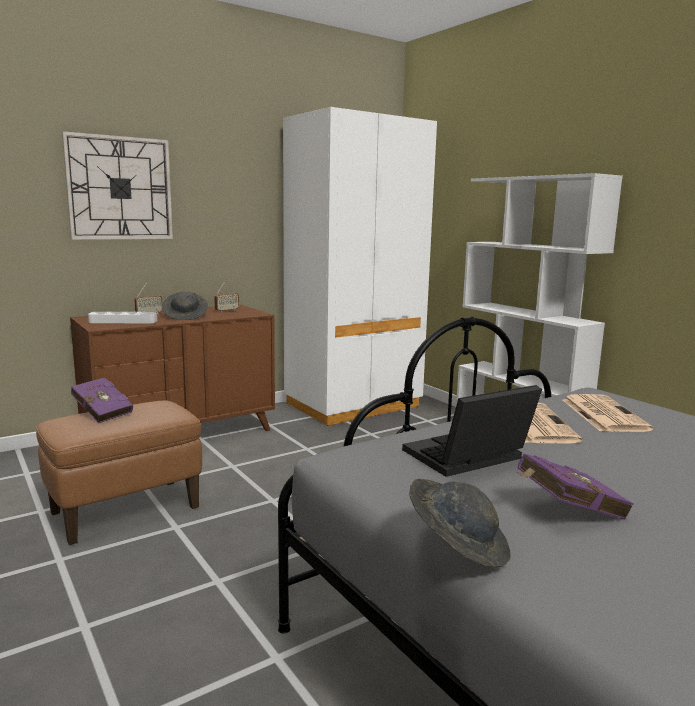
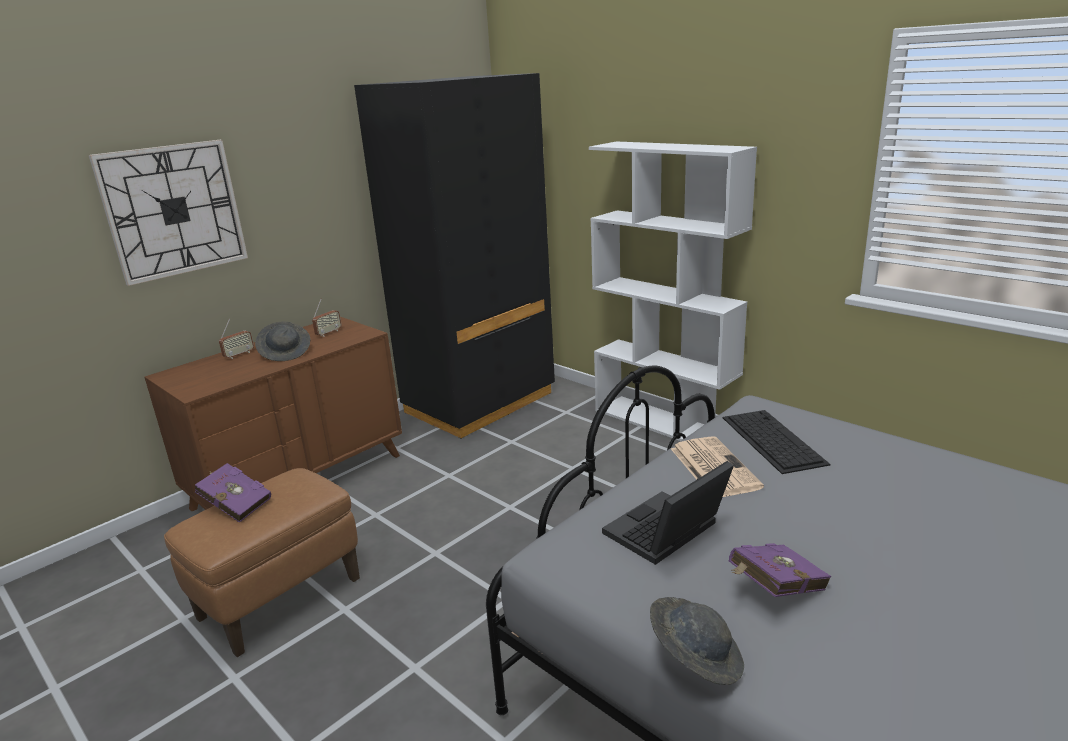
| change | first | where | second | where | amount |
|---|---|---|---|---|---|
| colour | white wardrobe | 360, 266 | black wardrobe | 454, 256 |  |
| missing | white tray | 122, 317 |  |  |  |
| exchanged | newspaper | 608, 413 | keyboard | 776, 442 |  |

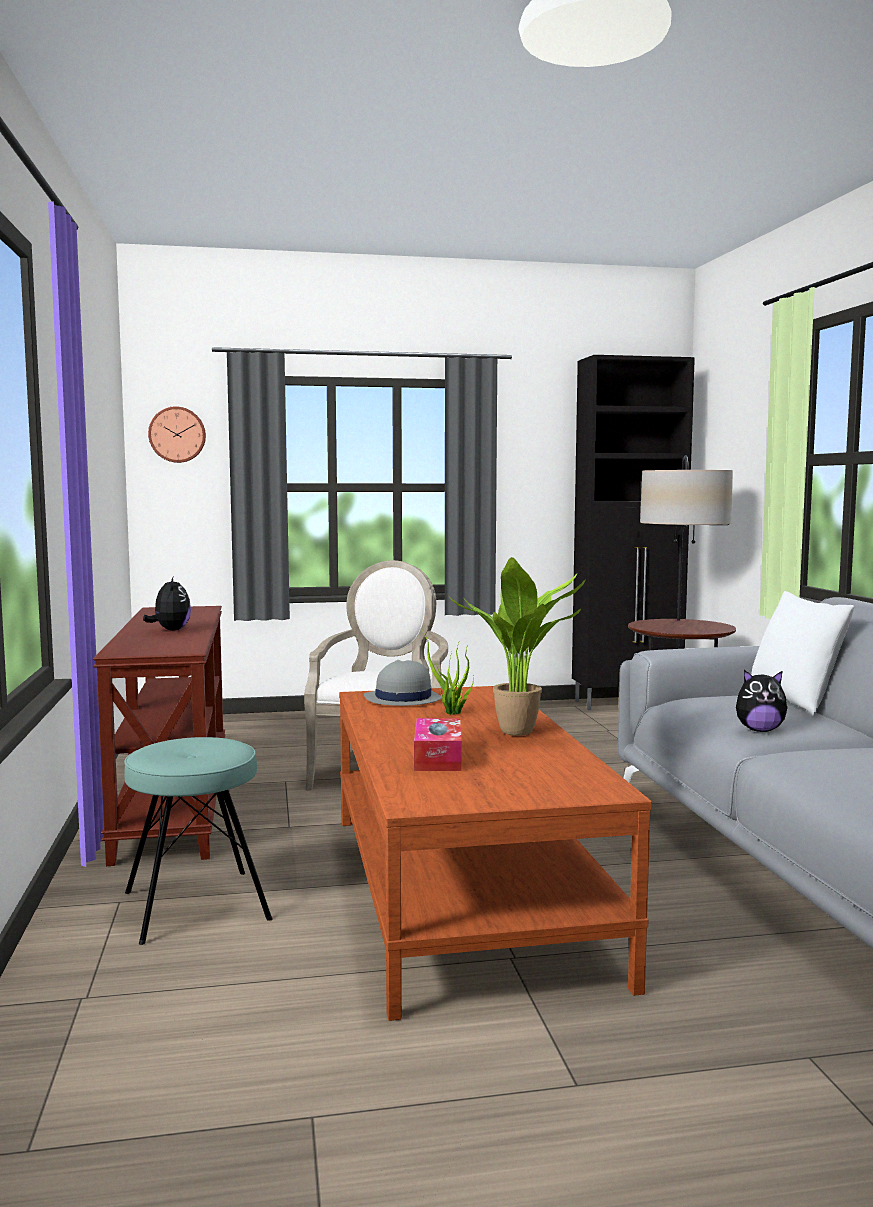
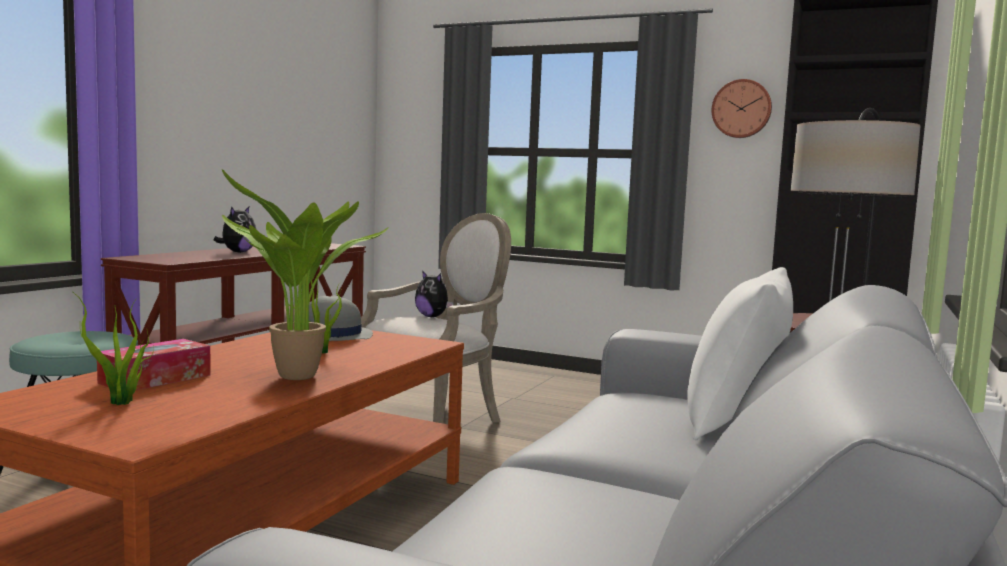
| change | first | where | second | where | amount |
|---|---|---|---|---|---|
| relocated | wall clock | 177, 434 |  | 742, 108 |  |
| relocated | plush toy | 762, 701 |  | 434, 293 |  |
| appeared |  |  | potted plant | 113, 348 |  |

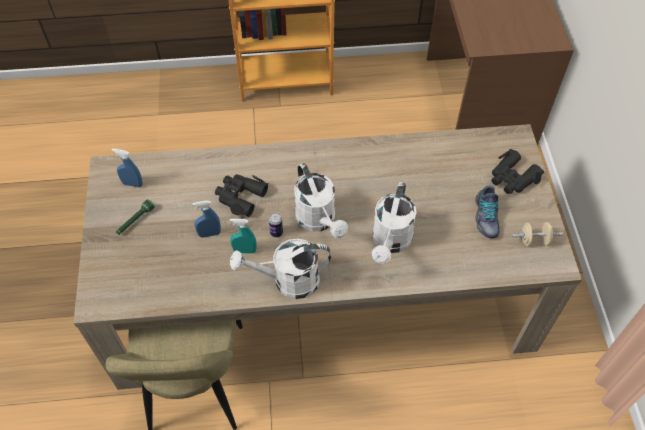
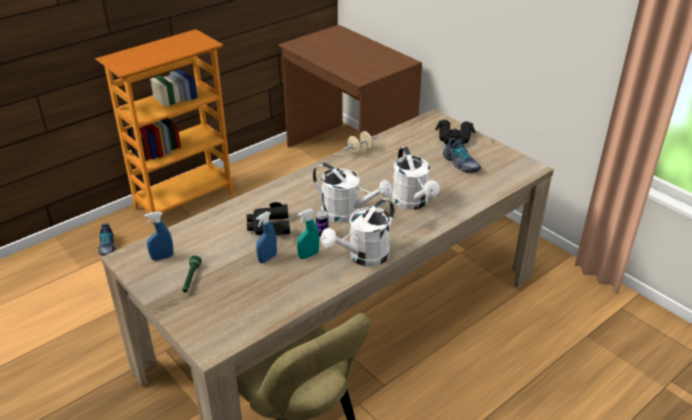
| change | first | where | second | where | amount |
|---|---|---|---|---|---|
| relocated | beige dumbbell | 537, 234 |  | 360, 142 |  |
| appeared |  |  | shoe | 107, 239 |  |

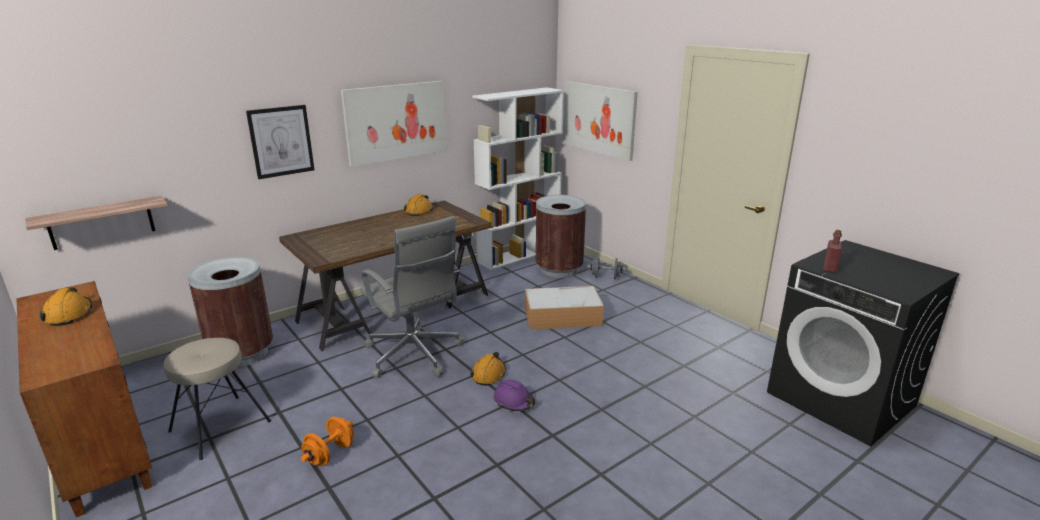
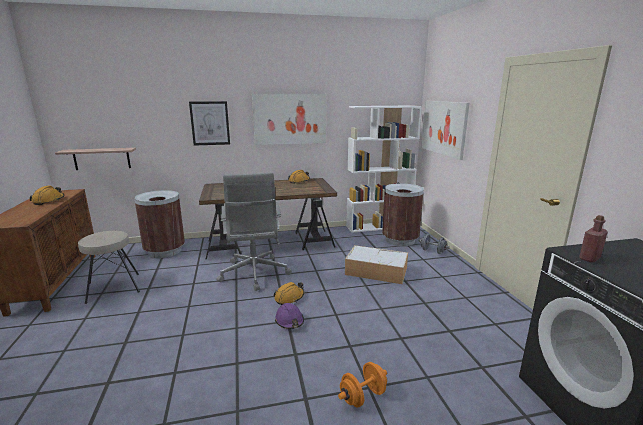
| change | first | where | second | where | amount |
|---|---|---|---|---|---|
| relocated | orange dumbbell | 327, 441 |  | 362, 385 |  |

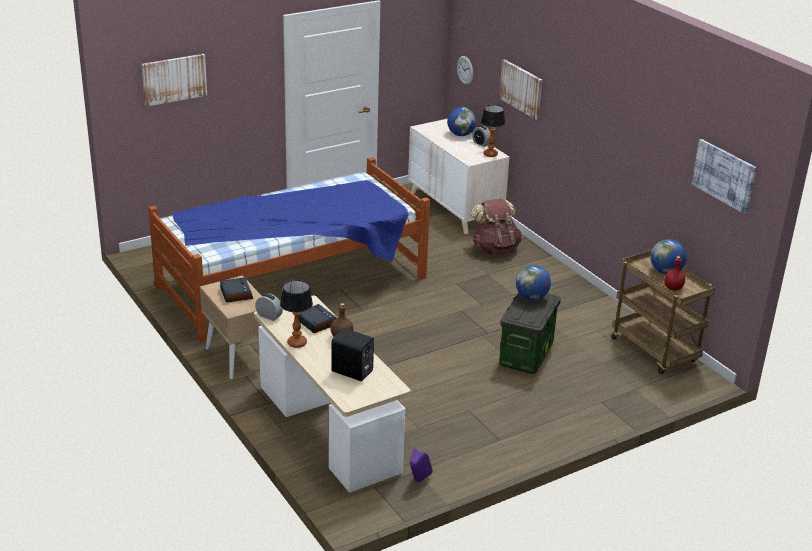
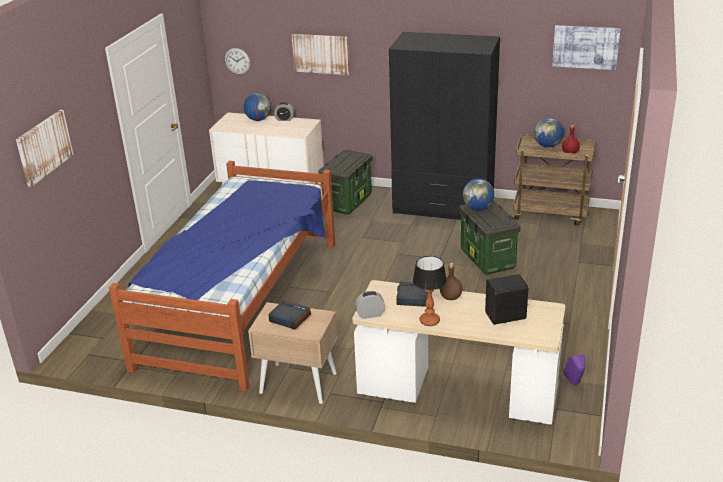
| change | first | where | second | where | amount |
|---|---|---|---|---|---|
| missing | table lamp | 493, 131 |  |  |  |
| exchanged | brown backpack | 496, 227 | storage box | 345, 182 |  |
| appeared |  |  | black wardrobe | 444, 126 |  |

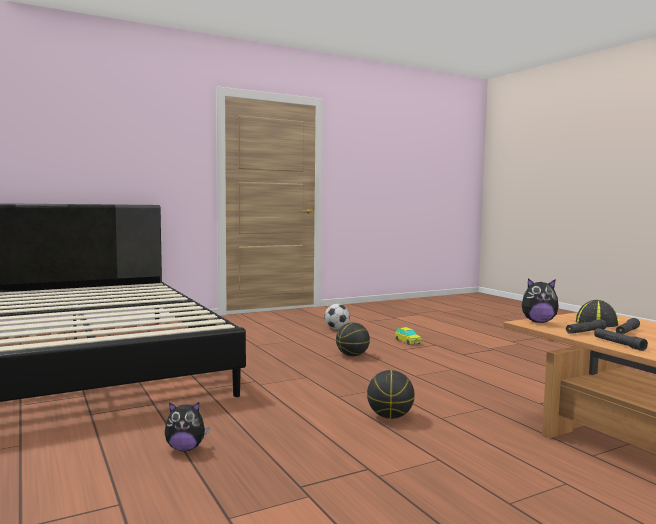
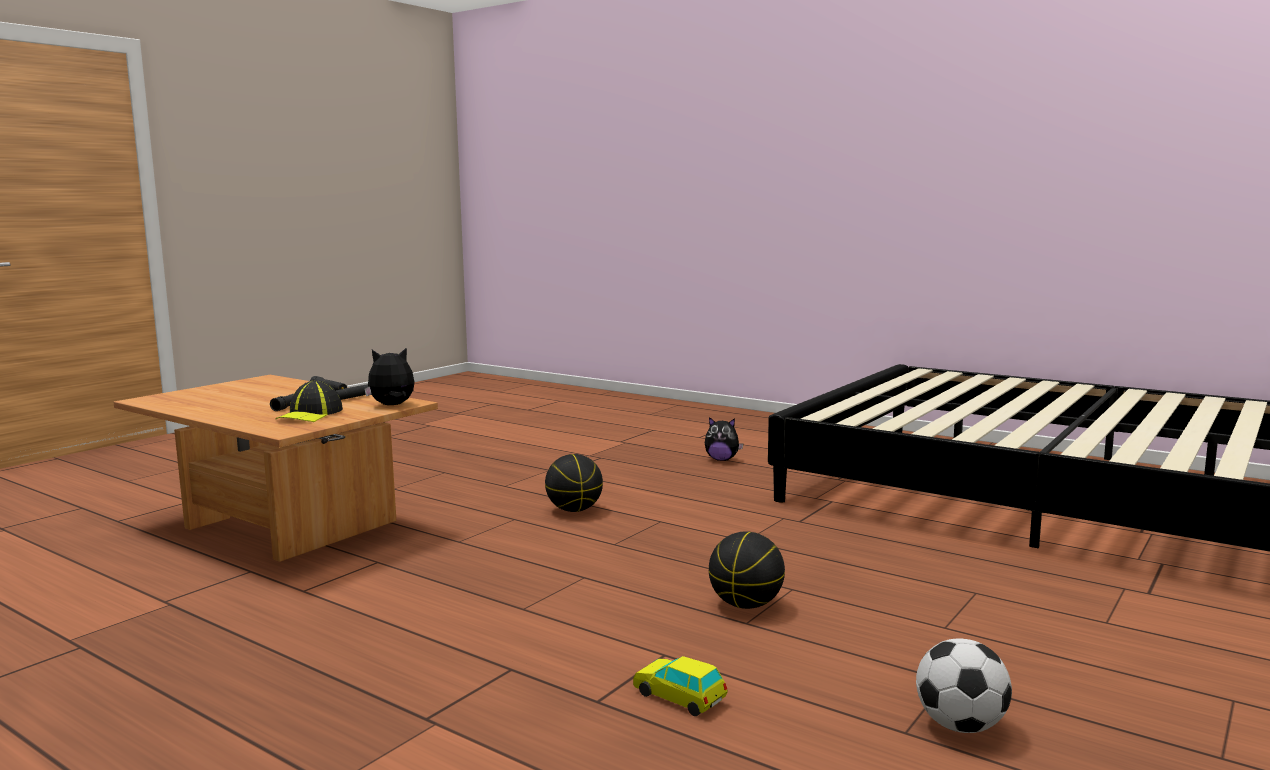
| change | first | where | second | where | amount |
|---|---|---|---|---|---|
| spun | plush toy | 187, 426 |  | 724, 439 | 135 degrees counterclockwise |

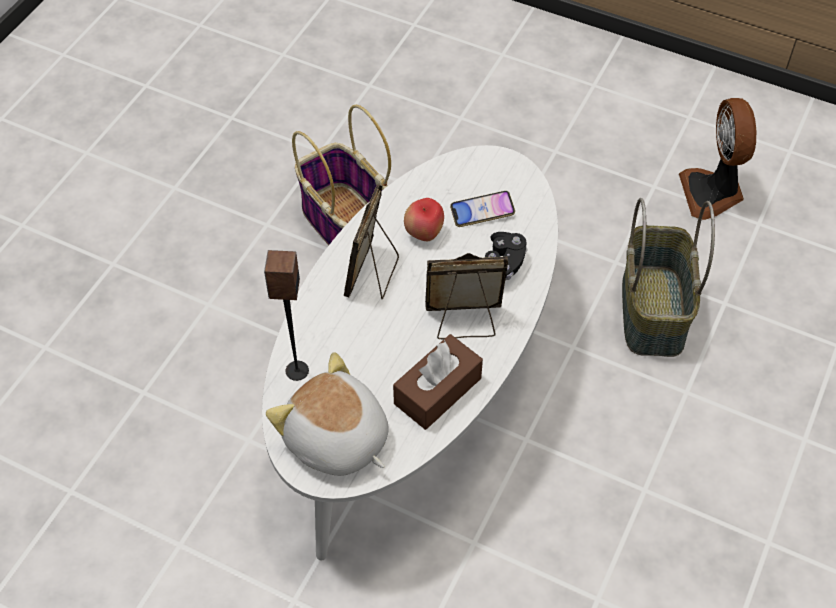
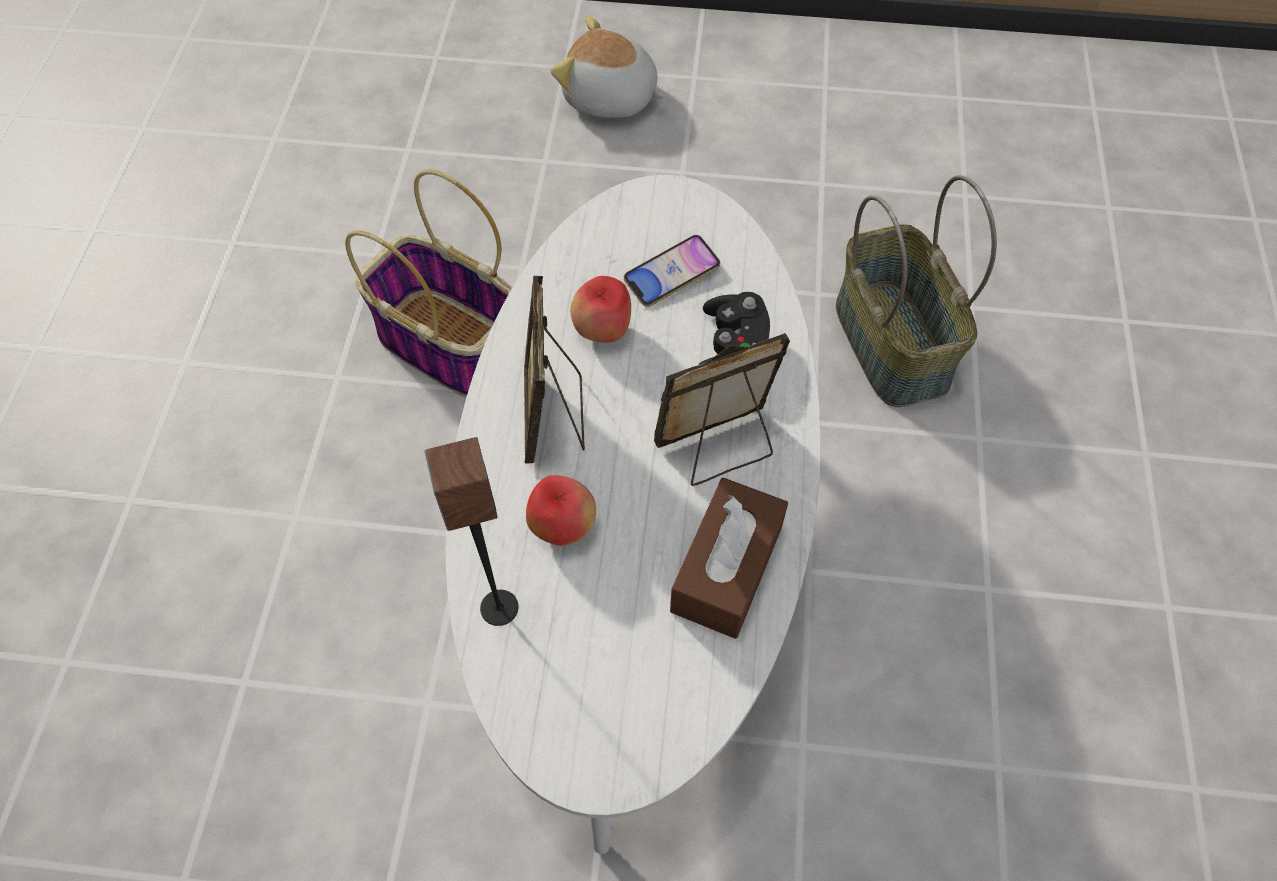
| change | first | where | second | where | amount |
|---|---|---|---|---|---|
| missing | fan | 717, 159 |  |  |  |
| relocated | plush toy | 327, 414 |  | 608, 67 |  |
| appeared |  |  | apple | 561, 510 |  |

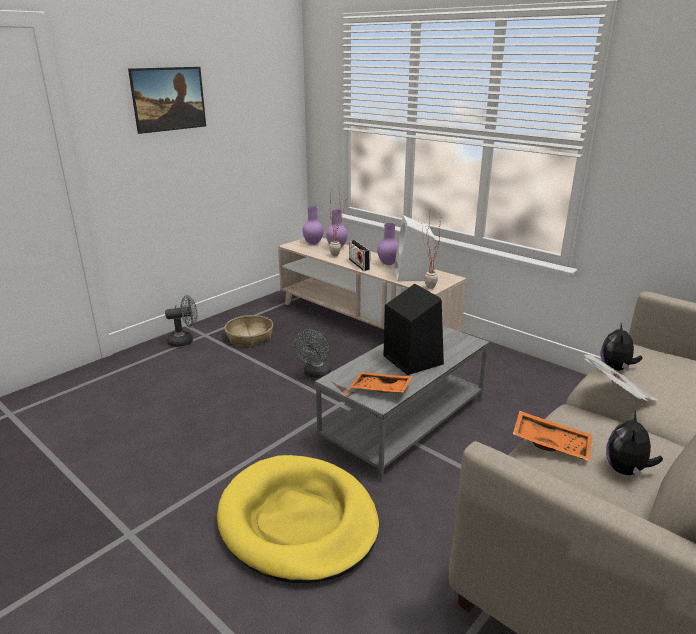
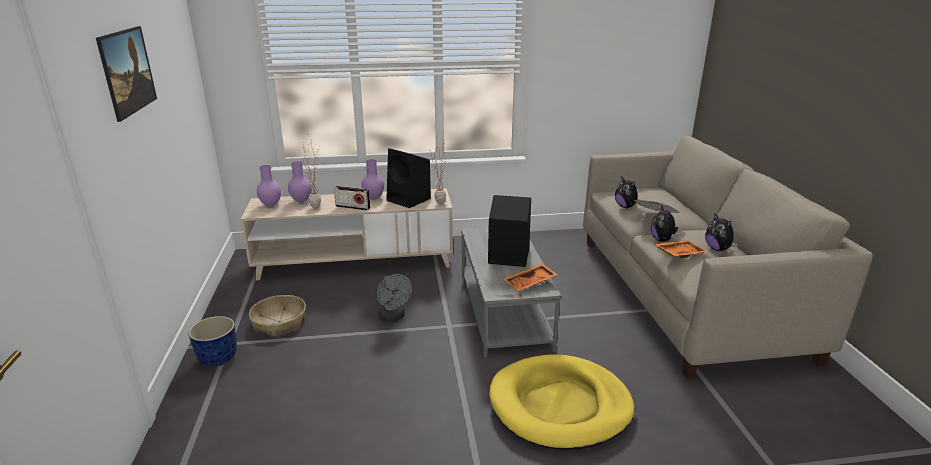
| change | first | where | second | where | amount |
|---|---|---|---|---|---|
| colour | white speaker | 414, 248 | black speaker | 408, 178 |  |
| exchanged | grey fan | 181, 321 | planter | 212, 341 |  |
| appeared |  |  | plush toy | 664, 223 |  |

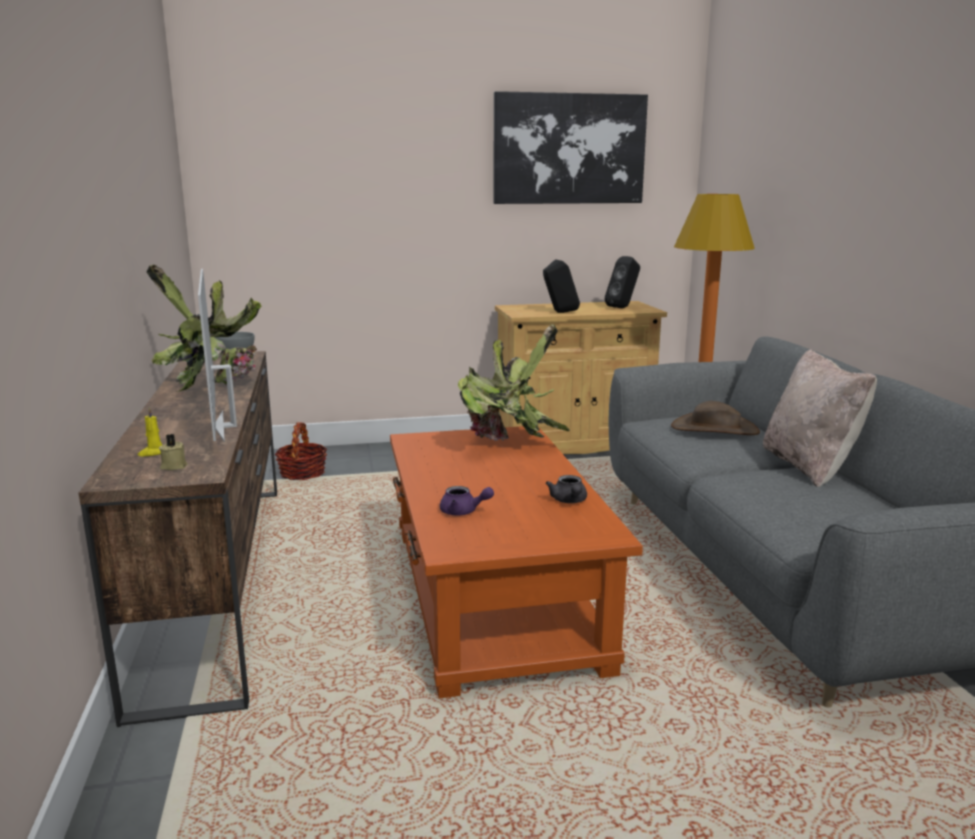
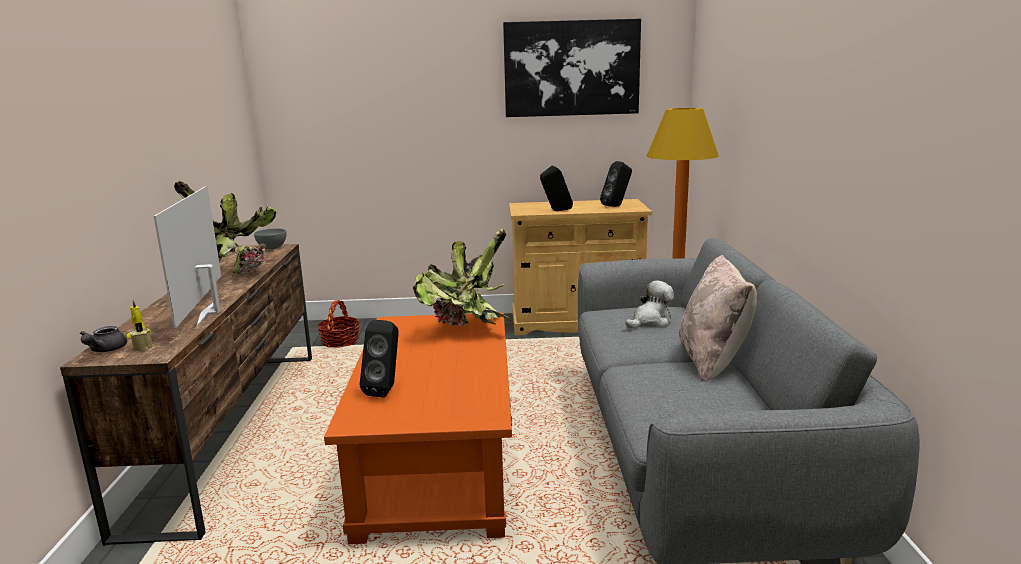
| change | first | where | second | where | amount |
|---|---|---|---|---|---|
| exchanged | brown hat | 715, 418 | plush toy | 650, 304 |  |
| relocated | grey teapot | 566, 489 |  | 103, 339 |  |
| exchanged | purple teapot | 467, 500 | black speaker | 379, 359 |  |

